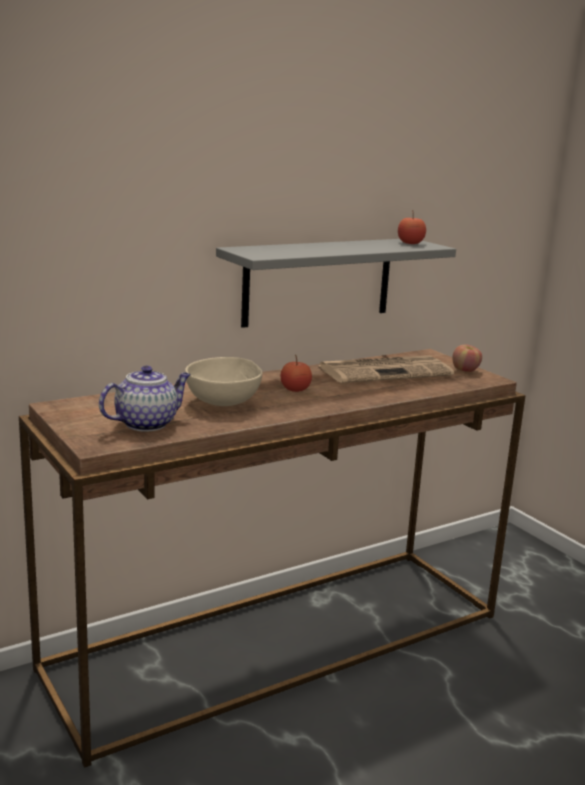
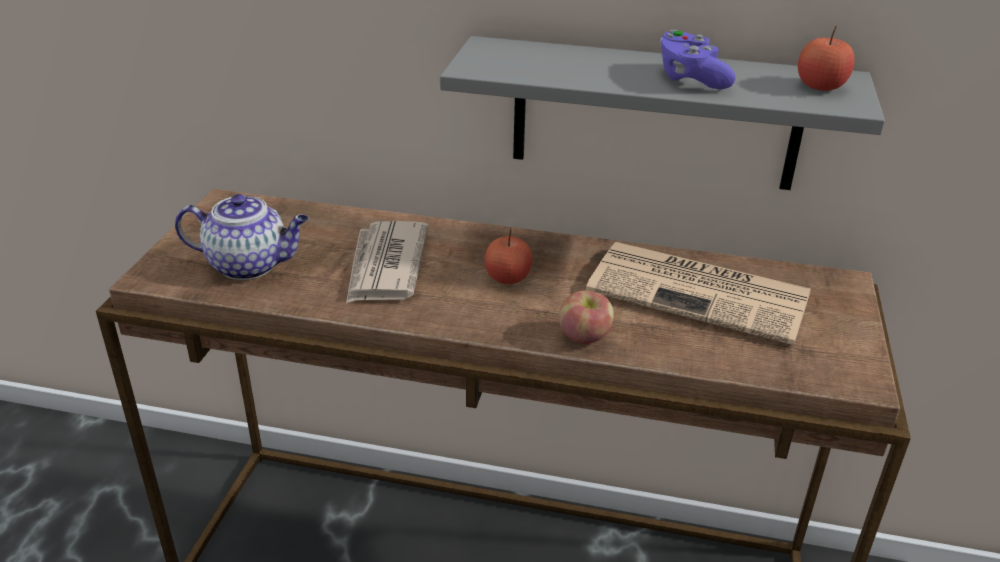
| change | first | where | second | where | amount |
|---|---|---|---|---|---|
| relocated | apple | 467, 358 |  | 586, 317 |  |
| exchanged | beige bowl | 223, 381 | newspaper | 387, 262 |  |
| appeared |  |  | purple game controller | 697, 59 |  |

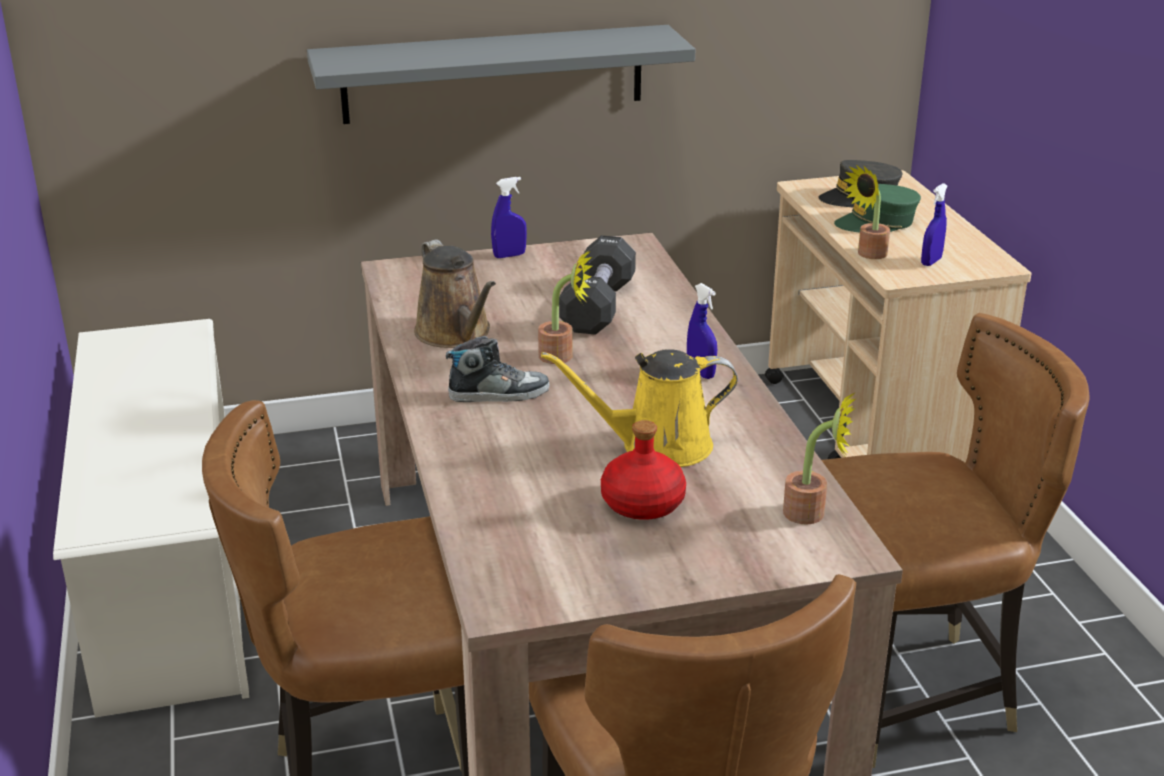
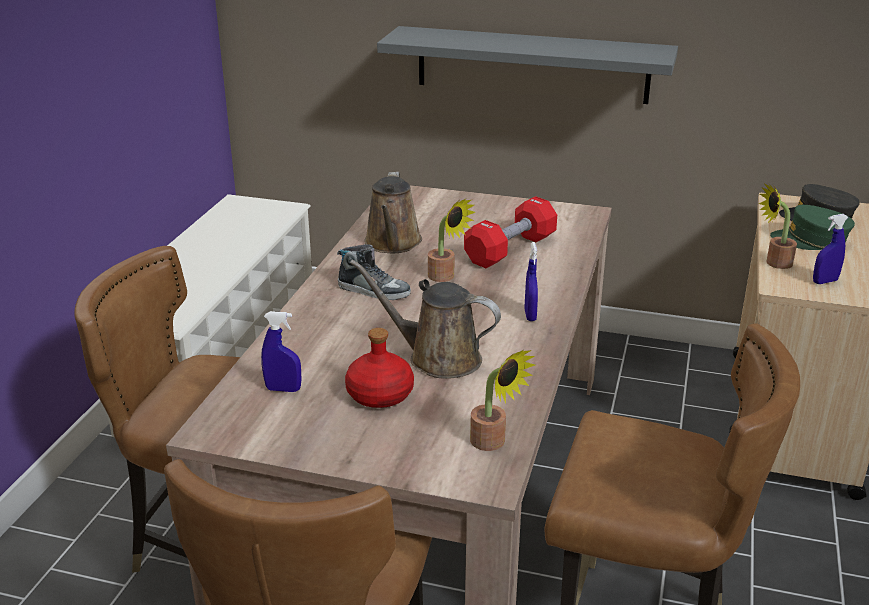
| change | first | where | second | where | amount |
|---|---|---|---|---|---|
| relocated | blue spray bottle | 509, 217 |  | 281, 351 |  |
| colour | black dumbbell | 597, 285 | red dumbbell | 510, 232 |  |
| colour | yellow watering can | 639, 408 | brown watering can | 425, 319 |  |

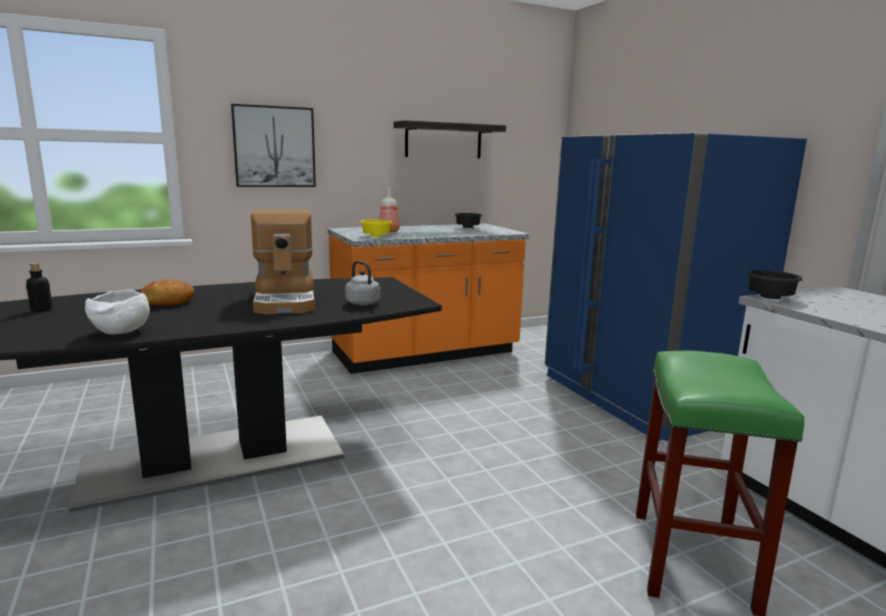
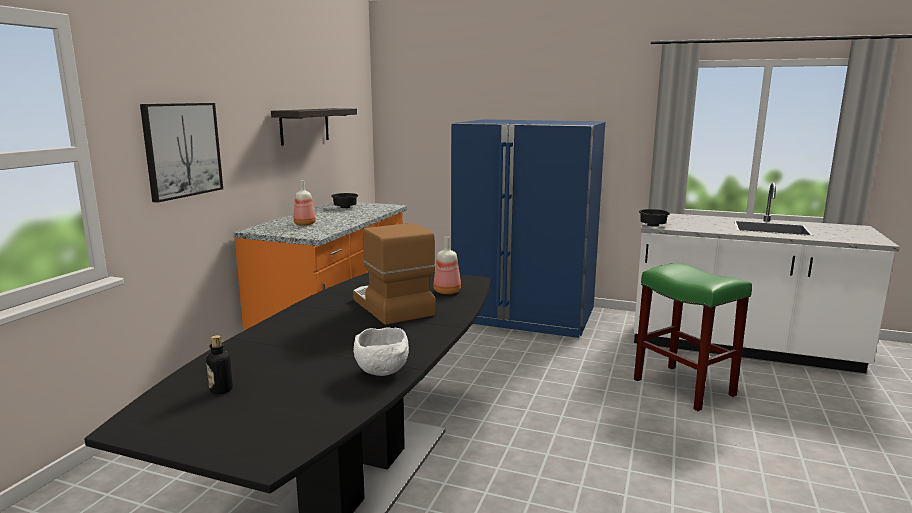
| change | first | where | second | where | amount |
|---|---|---|---|---|---|
| spun | coffee machine | 283, 262 |  | 394, 274 | 150 degrees counterclockwise |
| missing | yellow bowl | 376, 228 |  |  |  |
| exchanged | grey kettle | 362, 283 | bottle | 447, 265 |  |
| missing | bread | 167, 292 |  |  |  |

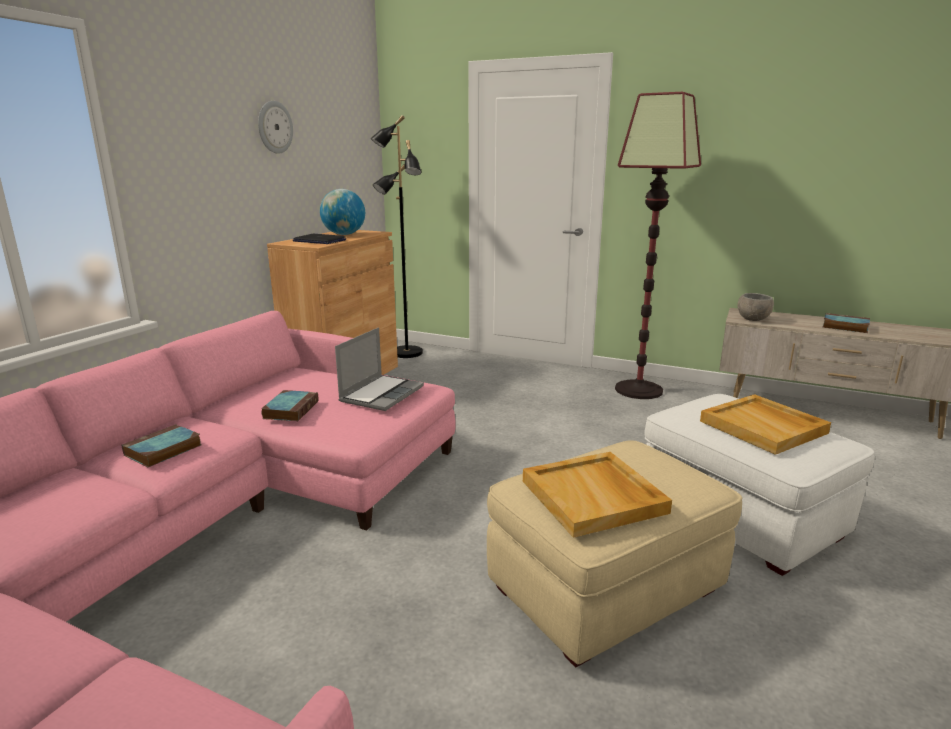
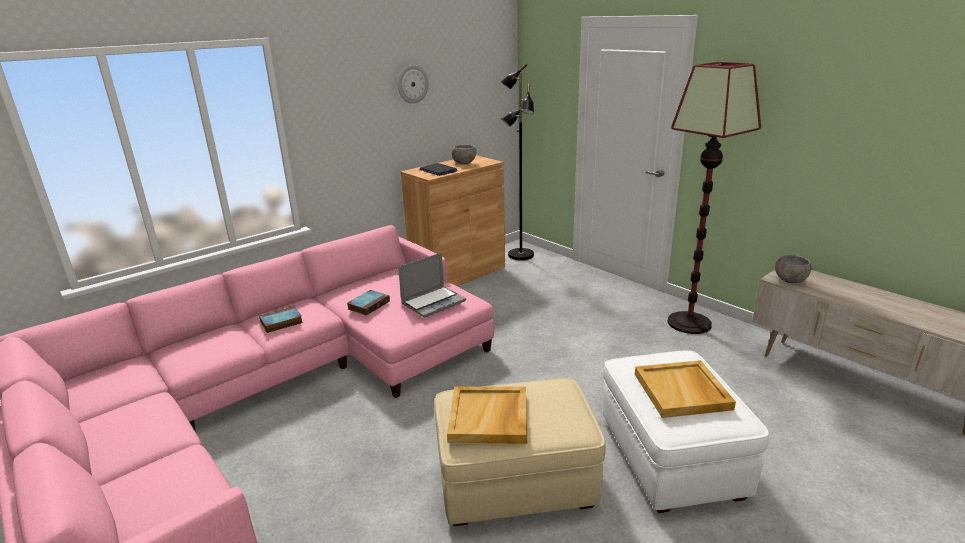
| change | first | where | second | where | amount |
|---|---|---|---|---|---|
| exchanged | globe | 342, 212 | grey bowl | 464, 154 |  |
| missing | book | 846, 323 |  |  |  |

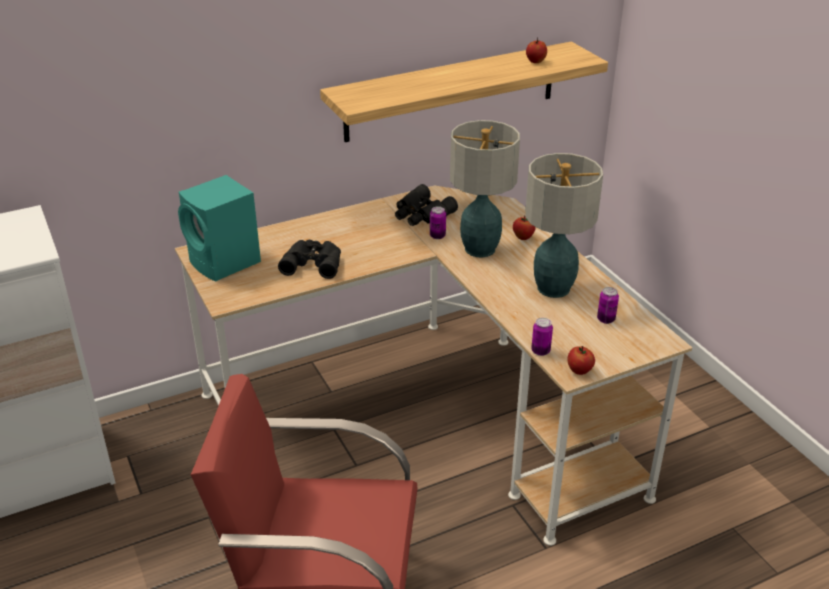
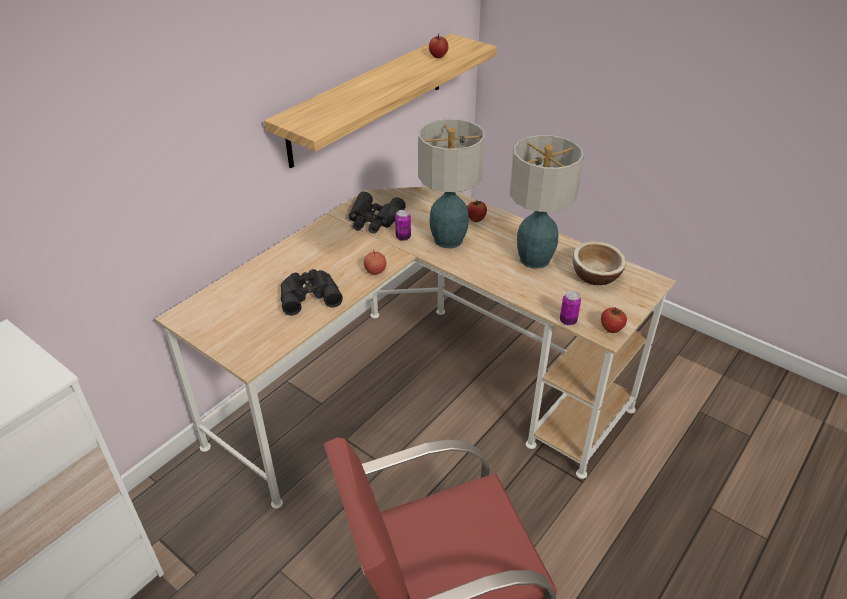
| change | first | where | second | where | amount |
|---|---|---|---|---|---|
| missing | turquoise speaker | 219, 228 |  |  |  |
| exchanged | can | 608, 305 | bowl | 599, 263 |  |
| appeared |  |  | apple | 375, 261 |  |

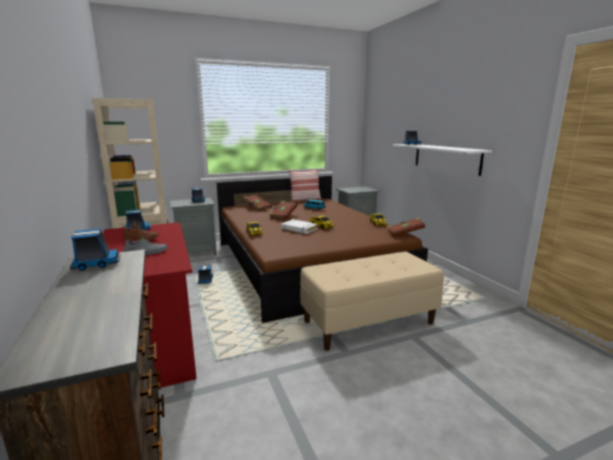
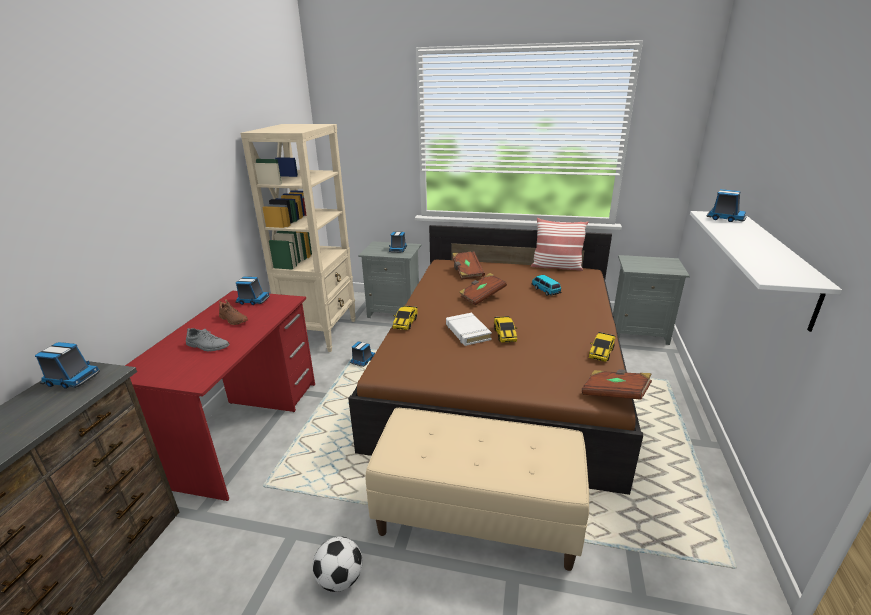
| change | first | where | second | where | amount |
|---|---|---|---|---|---|
| appeared |  |  | football | 337, 564 |  |

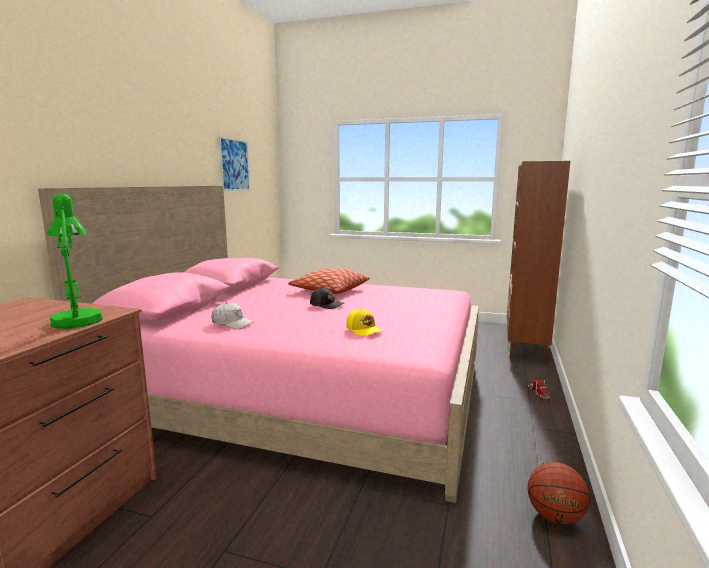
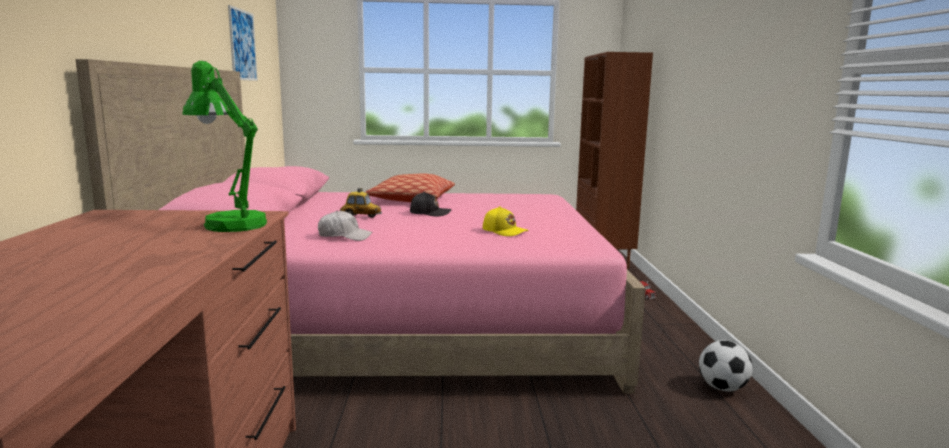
| change | first | where | second | where | amount |
|---|---|---|---|---|---|
| exchanged | basketball | 559, 493 | football | 726, 366 |  |
| appeared |  |  | toy car | 361, 203 |  |

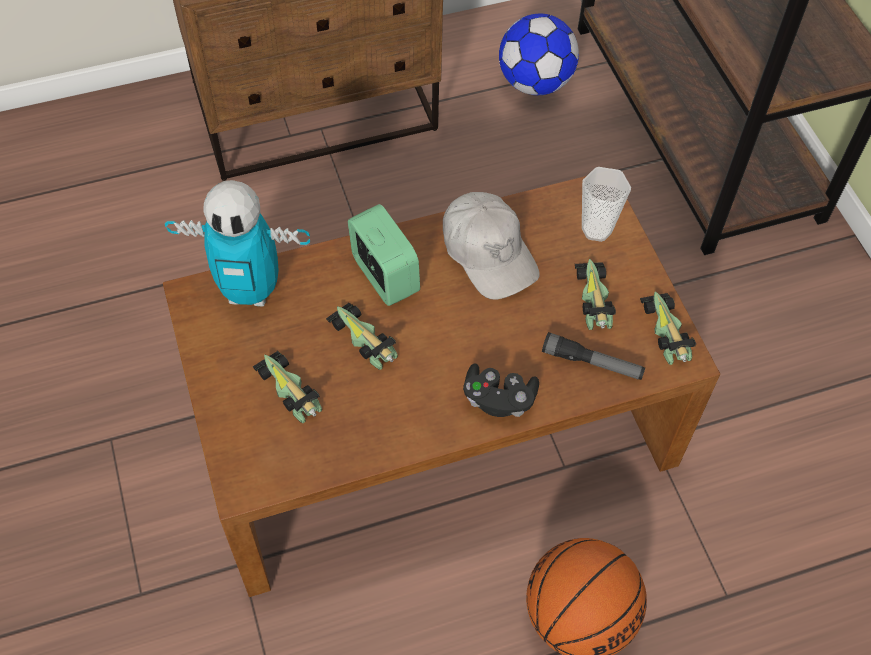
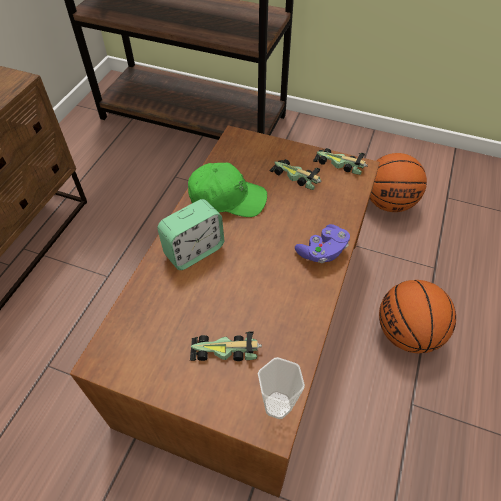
| change | first | where | second | where | amount |
|---|---|---|---|---|---|
| missing | football | 539, 54 |  |  |  |
| relocated | cup | 606, 204 |  | 281, 388 |  |
| missing | toy robot | 237, 243 |  |  |  |
| colour | white cap | 491, 246 | green cap | 227, 190 |  |
| spun | alarm clock | 384, 255 |  | 190, 234 | 135 degrees clockwise |
| missing | toy car | 362, 336 |  |  |  |
| missing | flashlight | 593, 356 |  |  |  |
| colour | black game controller | 501, 390 | purple game controller | 322, 243 |  |
| appeared |  |  | basketball | 398, 182 |  |

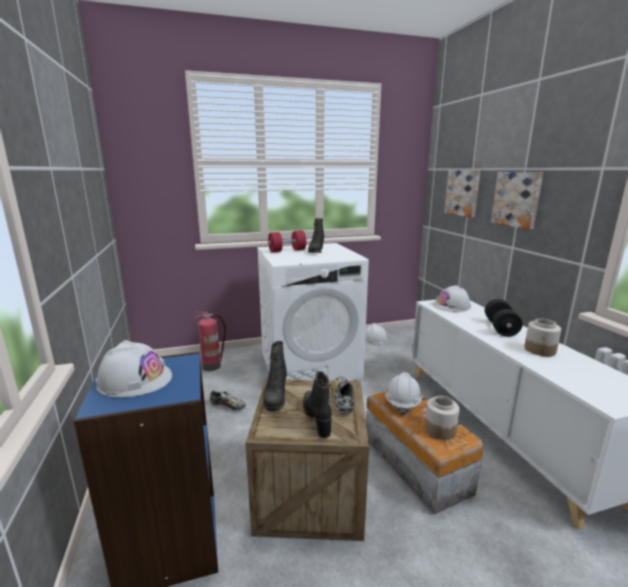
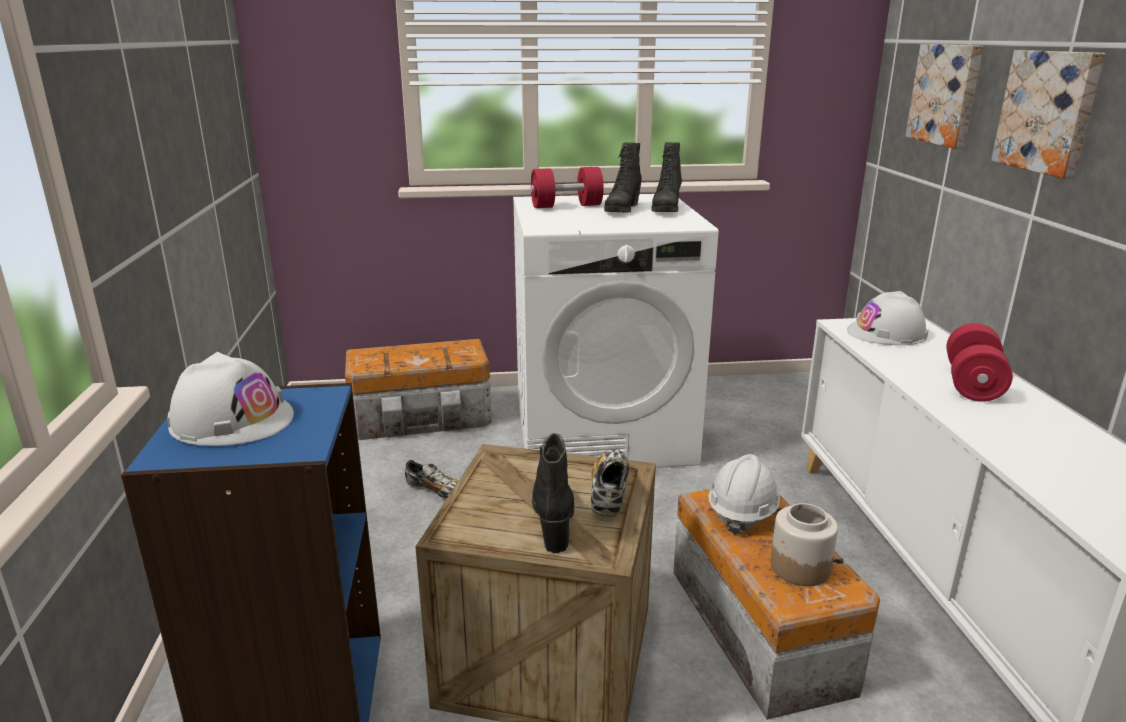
| change | first | where | second | where | amount |
|---|---|---|---|---|---|
| colour | black dumbbell | 504, 318 | red dumbbell | 979, 362 |  |
| exchanged | fire extinguisher | 210, 341 | storage box | 418, 389 |  |
| missing | jar | 542, 337 |  |  |  |
| missing | white hard hat | 376, 334 |  |  |  |
| relocated | black boot | 275, 376 |  | 666, 177 |  |

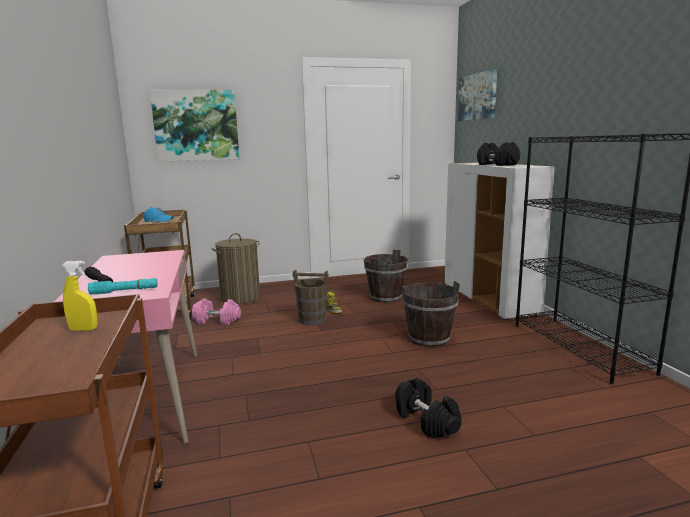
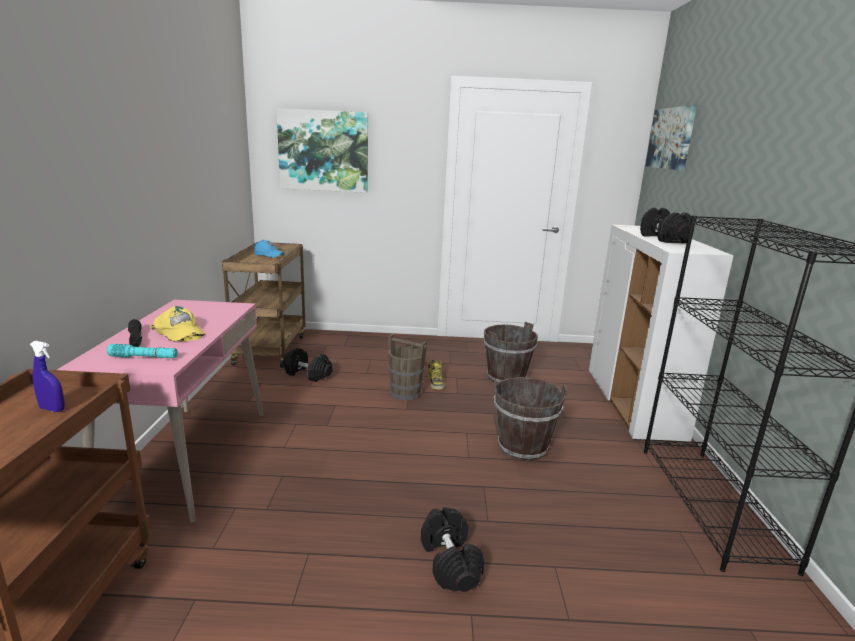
| change | first | where | second | where | amount |
|---|---|---|---|---|---|
| missing | laundry basket | 236, 268 |  |  |  |
| colour | yellow spray bottle | 80, 295 | blue spray bottle | 47, 376 |  |
| colour | pink dumbbell | 216, 312 | black dumbbell | 308, 365 |  |
| appeared |  |  | yellow cap | 177, 324 |  |

